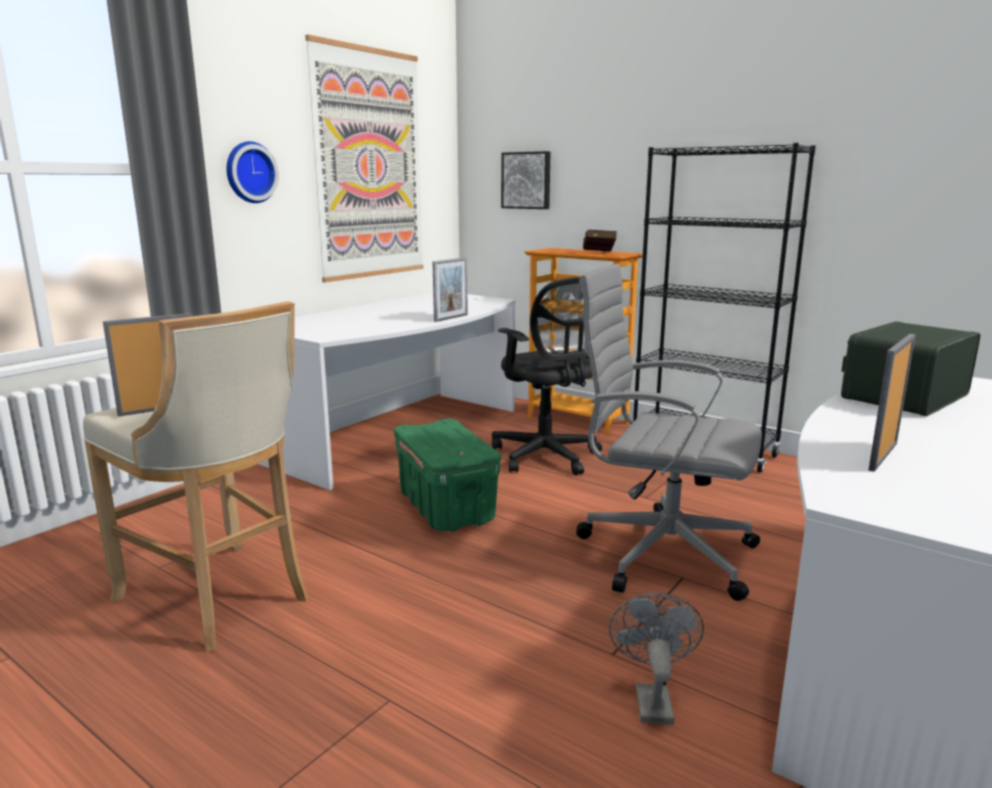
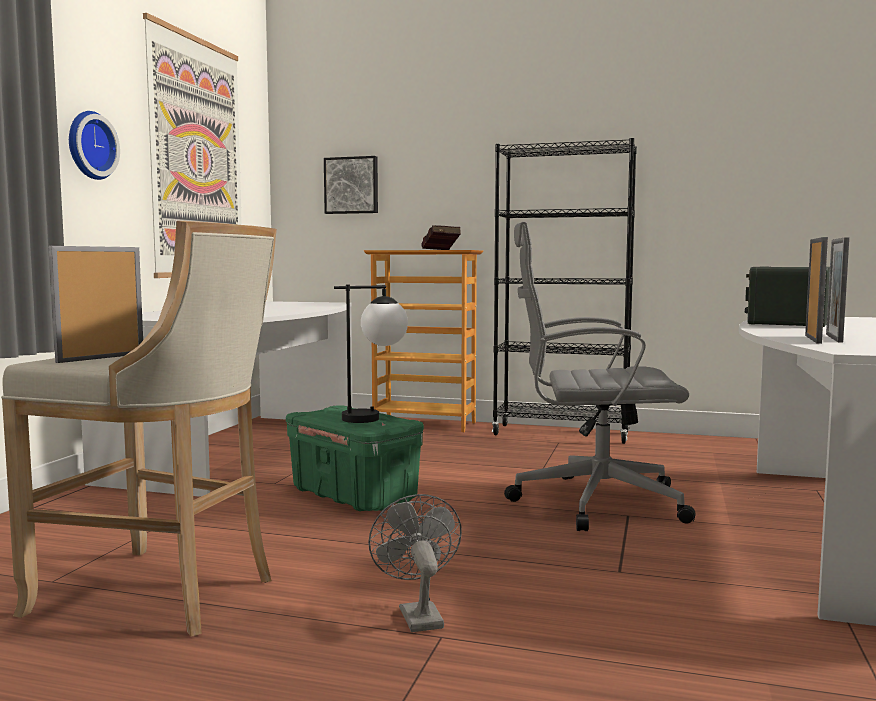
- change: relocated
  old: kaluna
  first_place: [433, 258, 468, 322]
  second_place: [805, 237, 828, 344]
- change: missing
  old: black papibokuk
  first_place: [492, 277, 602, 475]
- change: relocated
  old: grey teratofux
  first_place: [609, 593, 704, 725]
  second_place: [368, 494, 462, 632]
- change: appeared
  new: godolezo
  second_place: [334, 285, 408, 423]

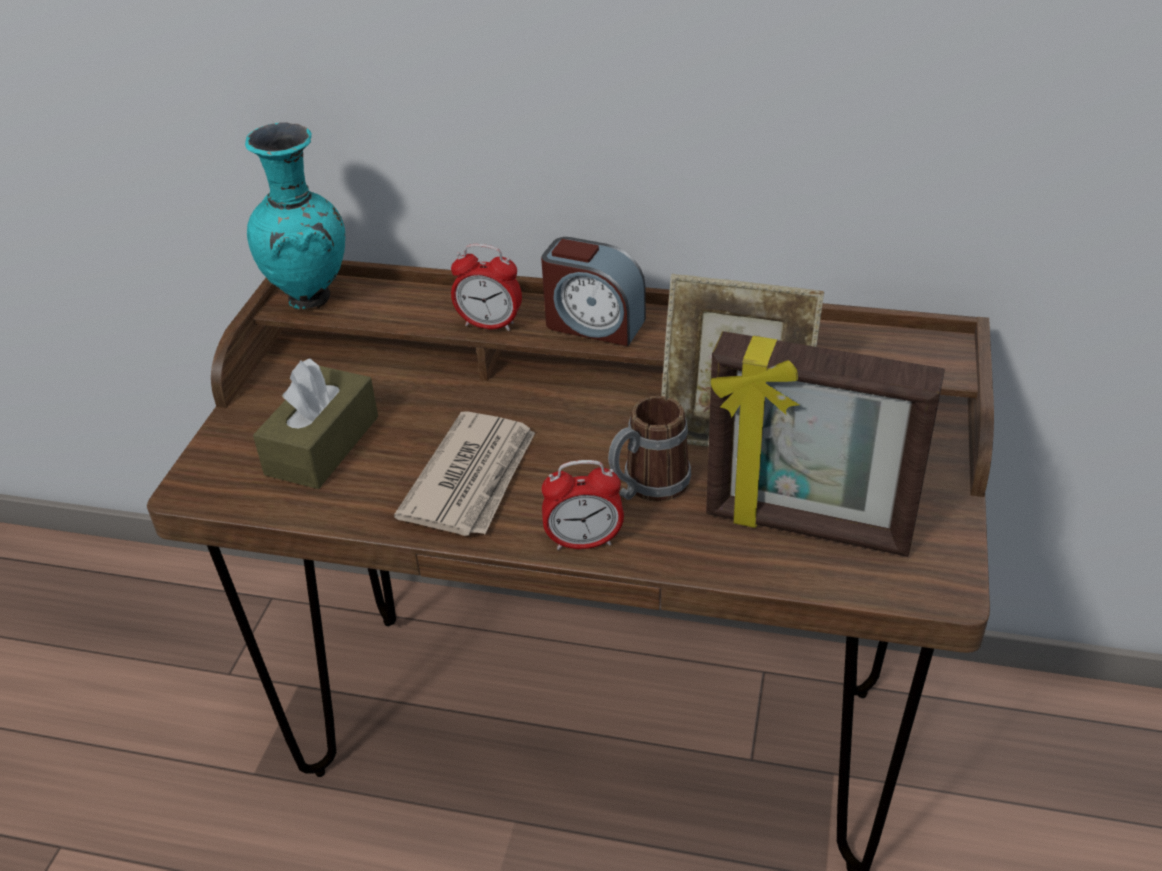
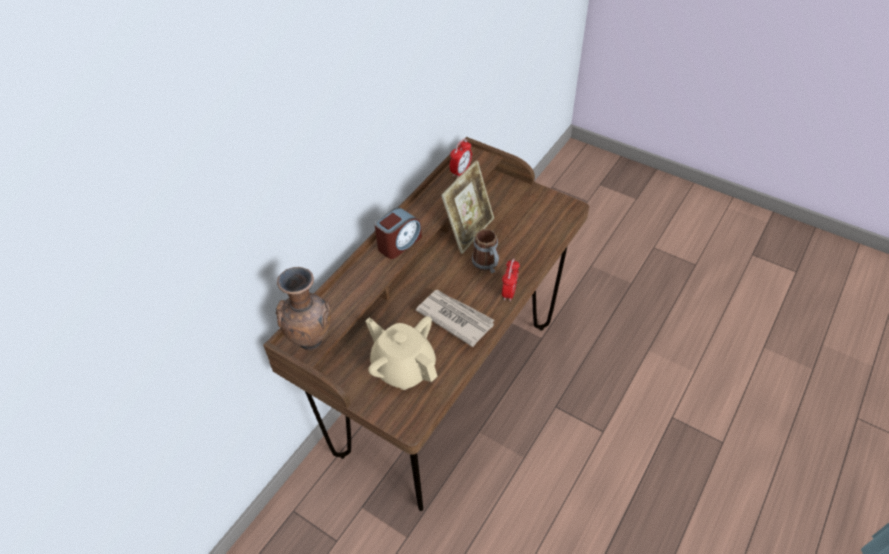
- change: colour
  old: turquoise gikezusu
  new: brown gikezusu
  first_place: [245, 122, 345, 309]
  second_place: [276, 267, 331, 351]
- change: exchanged
  old: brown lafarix
  new: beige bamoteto
  first_place: [253, 359, 378, 489]
  second_place: [365, 316, 438, 390]
- change: relocated
  old: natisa
  first_place: [451, 244, 522, 331]
  second_place: [450, 139, 472, 178]
- change: missing
  old: kaluna
  first_place: [706, 331, 945, 557]

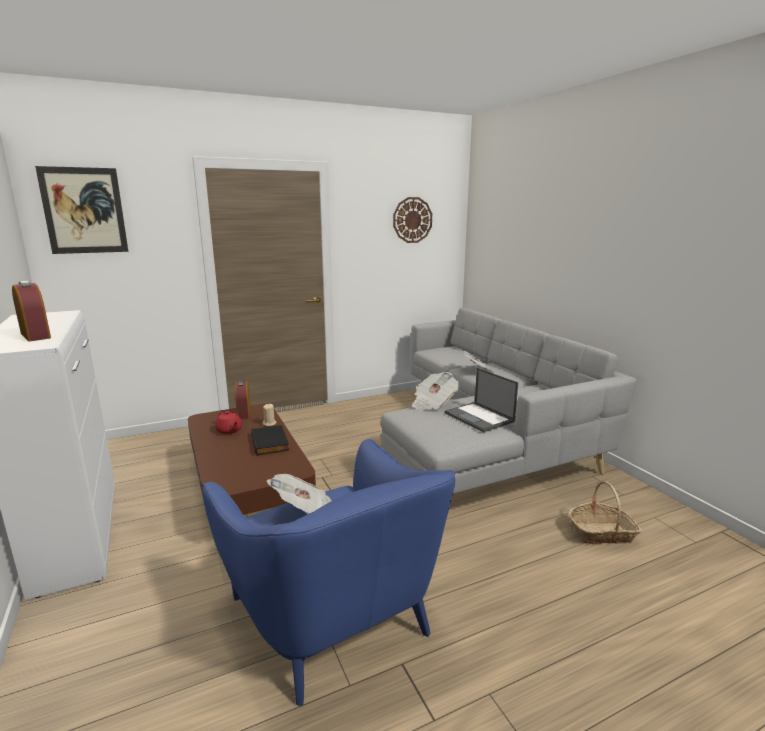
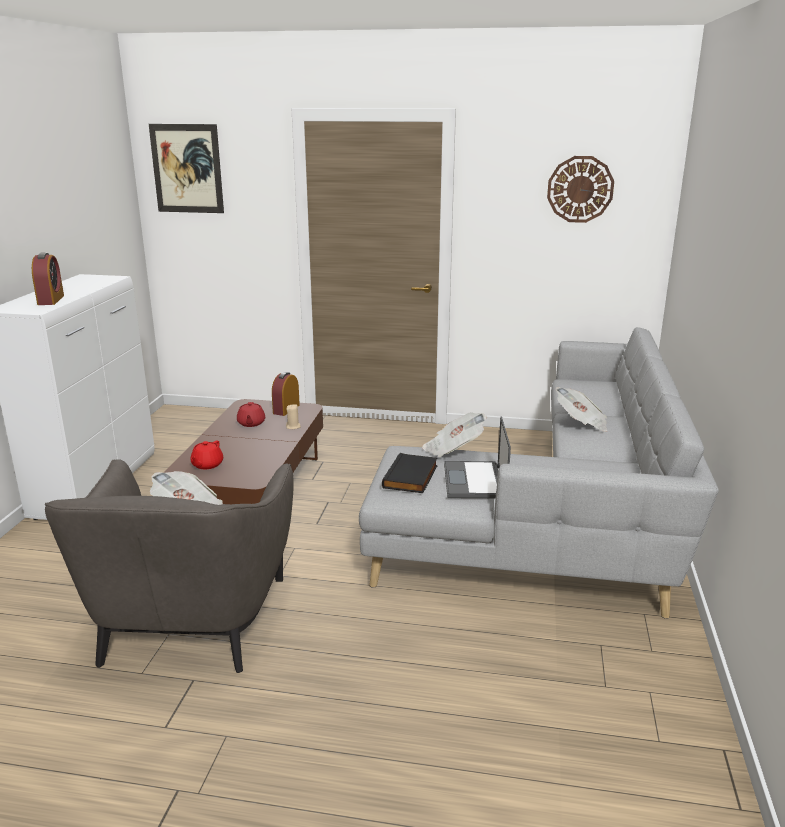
- change: colour
  old: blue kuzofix
  new: grey kuzofix
  first_place: [202, 439, 455, 706]
  second_place: [45, 459, 294, 673]
- change: relocated
  old: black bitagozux
  first_place: [251, 425, 289, 456]
  second_place: [382, 453, 438, 493]
- change: missing
  old: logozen
  first_place: [568, 481, 642, 544]
- change: appeared
  new: red bamoteto
  second_place: [190, 440, 223, 469]

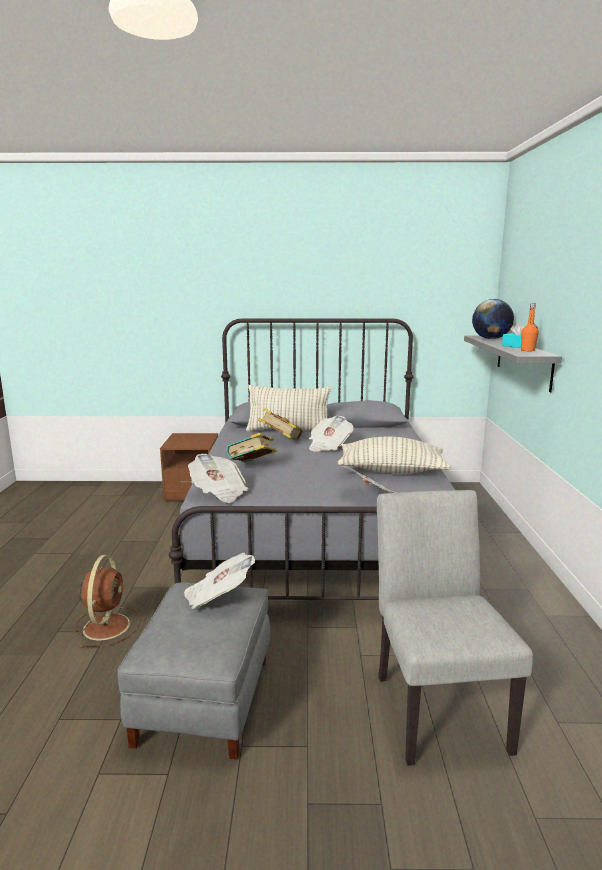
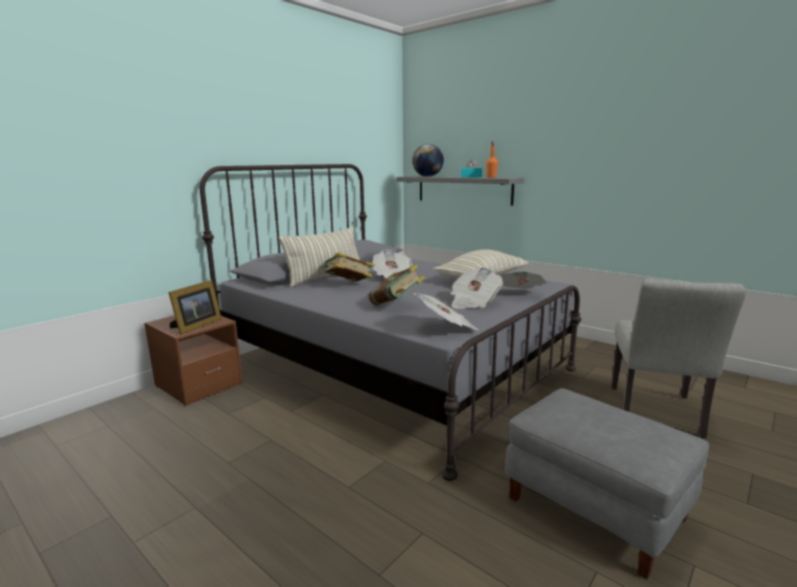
- change: missing
  old: brown teratofux
  first_place: [74, 555, 140, 648]
- change: relocated
  old: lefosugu
  first_place: [184, 553, 255, 609]
  second_place: [451, 267, 504, 309]
- change: spun
  old: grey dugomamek
  first_place: [377, 490, 533, 766]
  second_place: [611, 278, 746, 438]
  degrees: -105
- change: appeared
  new: kaluna
  second_place: [168, 280, 222, 335]

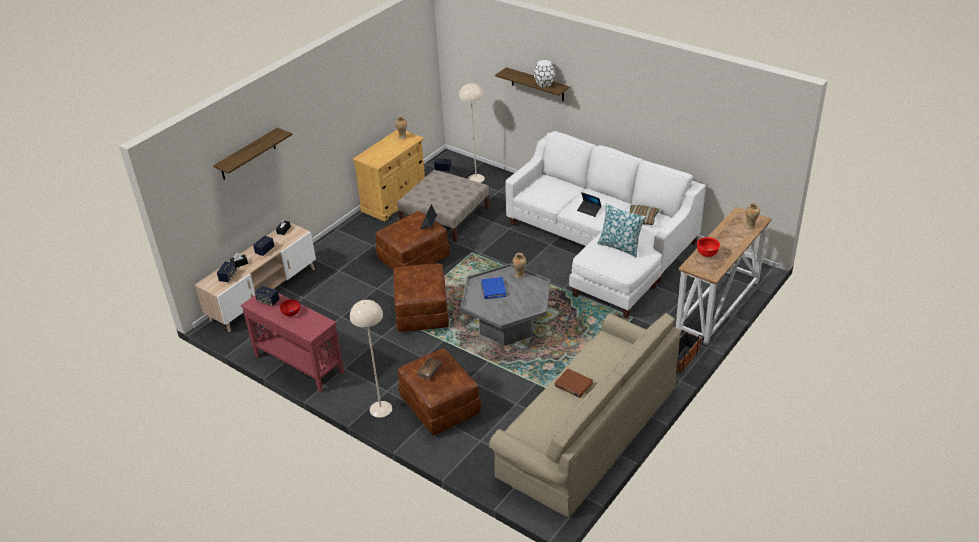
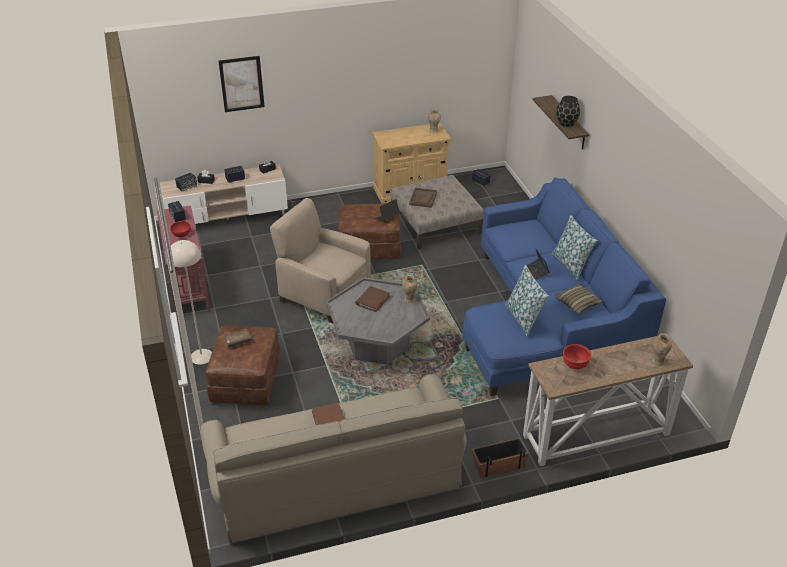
- change: exchanged
  old: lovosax
  new: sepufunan
  first_place: [213, 128, 292, 180]
  second_place: [218, 56, 265, 112]
- change: exchanged
  old: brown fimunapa
  new: beige kuzofix
  first_place: [394, 263, 449, 332]
  second_place: [270, 198, 371, 323]
- change: missing
  old: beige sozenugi
  first_place: [459, 83, 485, 183]
- change: colour
  old: blue bitagozux
  new: brown bitagozux
  first_place: [481, 277, 506, 299]
  second_place: [355, 286, 390, 312]
- change: colour
  old: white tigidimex
  new: blue tigidimex
  first_place: [505, 131, 706, 318]
  second_place: [462, 177, 666, 396]
- change: colour
  old: white gikezusu
  new: black gikezusu
  first_place: [534, 60, 555, 88]
  second_place: [556, 96, 580, 127]
- change: appeared
  new: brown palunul
  second_place: [409, 187, 437, 208]
- change: appeared
  new: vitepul
  second_place: [551, 215, 598, 280]

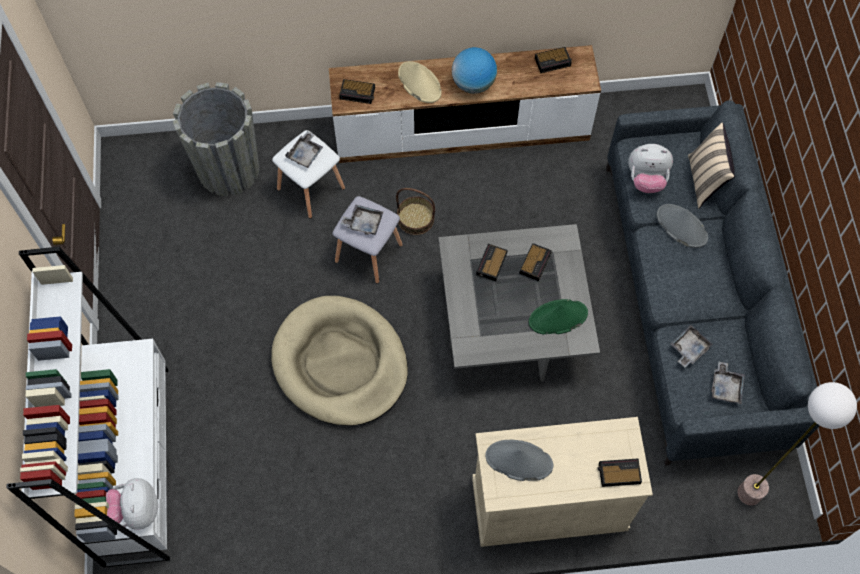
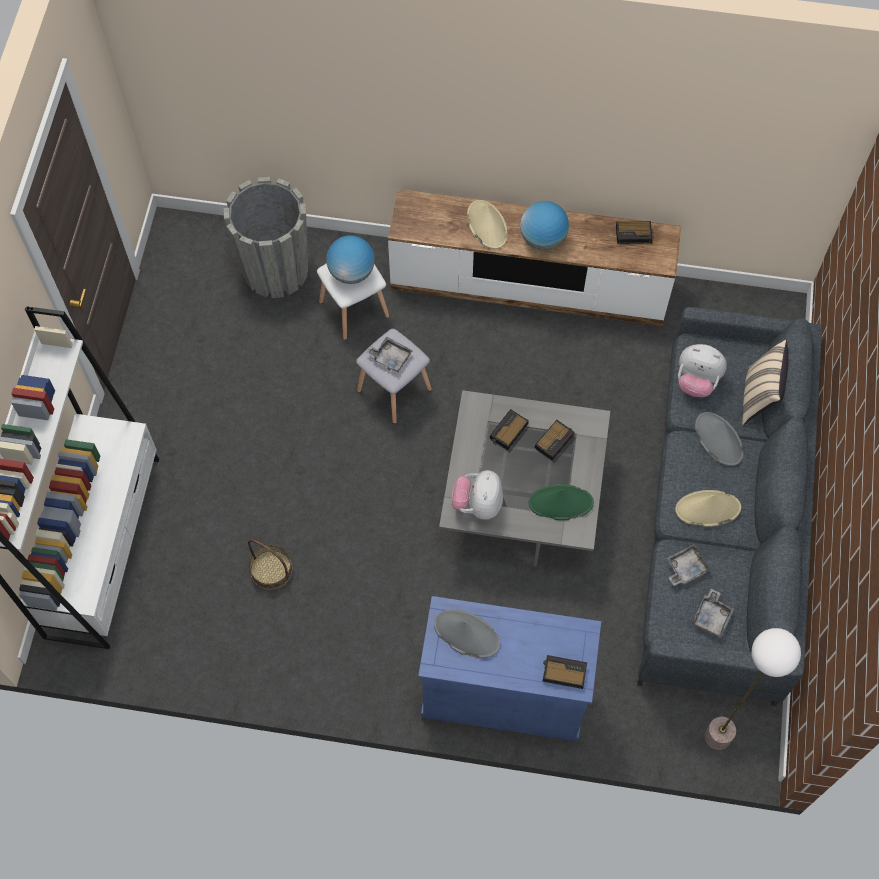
- change: relocated
  old: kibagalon
  first_place: [106, 478, 158, 530]
  second_place: [452, 470, 503, 520]
- change: missing
  old: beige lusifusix
  first_place: [271, 296, 408, 426]
- change: exchanged
  old: grey palunul
  new: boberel
  first_place: [286, 131, 323, 168]
  second_place: [326, 235, 375, 284]
- change: missing
  old: natisa
  first_place: [339, 79, 375, 104]
- change: relocated
  old: logozen
  first_place: [396, 188, 435, 235]
  second_place: [248, 539, 293, 590]
- change: colour
  old: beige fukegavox
  new: blue fukegavox
  first_place: [472, 417, 653, 547]
  second_place: [418, 596, 601, 741]
- change: appeared
  new: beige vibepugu
  second_place: [675, 490, 741, 527]

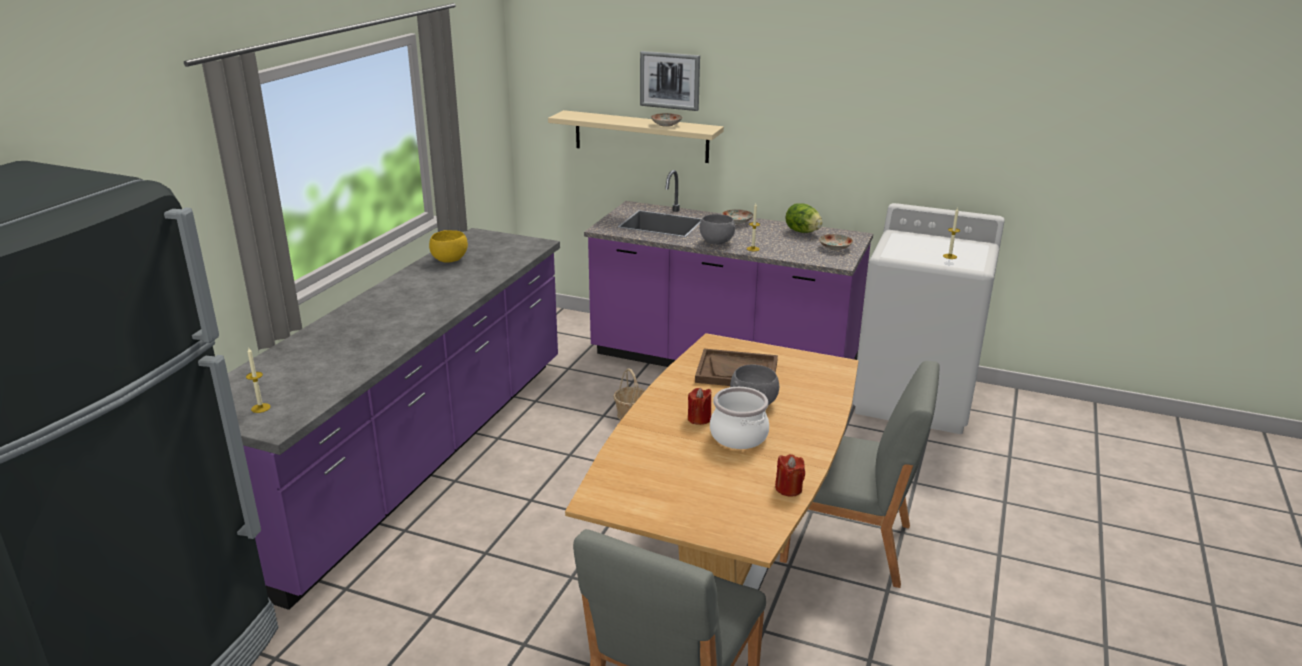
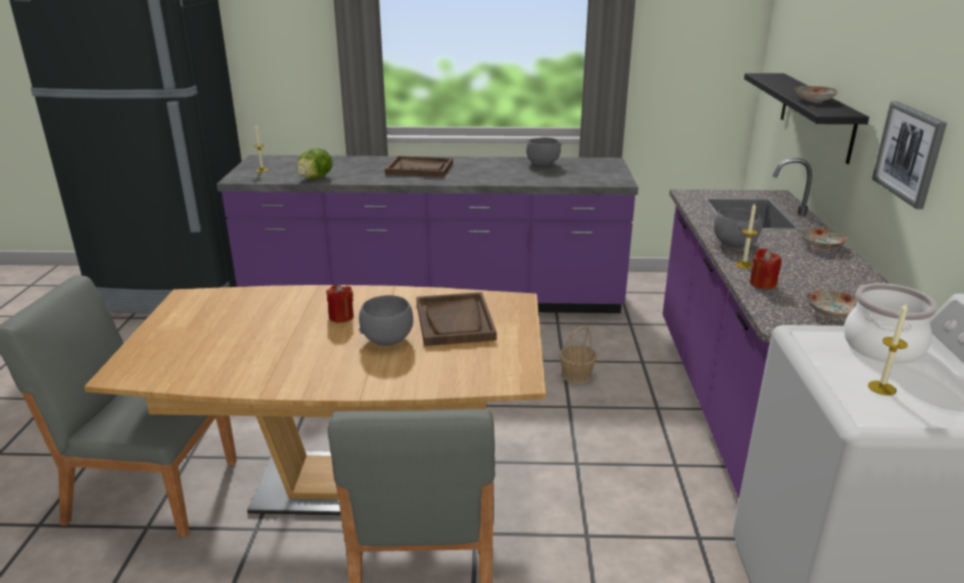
- change: colour
  old: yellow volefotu
  new: grey volefotu
  first_place: [429, 230, 468, 263]
  second_place: [526, 137, 562, 165]
- change: colour
  old: beige lovosax
  new: black lovosax
  first_place: [548, 110, 724, 163]
  second_place: [744, 73, 869, 164]
- change: relocated
  old: sepufunan
  first_place: [640, 51, 700, 111]
  second_place: [872, 101, 947, 209]
- change: relocated
  old: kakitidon
  first_place: [710, 387, 769, 449]
  second_place: [843, 283, 937, 364]
- change: relocated
  old: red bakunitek
  first_place: [775, 454, 805, 497]
  second_place: [750, 248, 782, 289]
- change: relocated
  old: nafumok
  first_place: [786, 204, 823, 233]
  second_place: [296, 148, 333, 179]
- change: appeared
  new: brown palunul
  second_place: [385, 156, 453, 177]

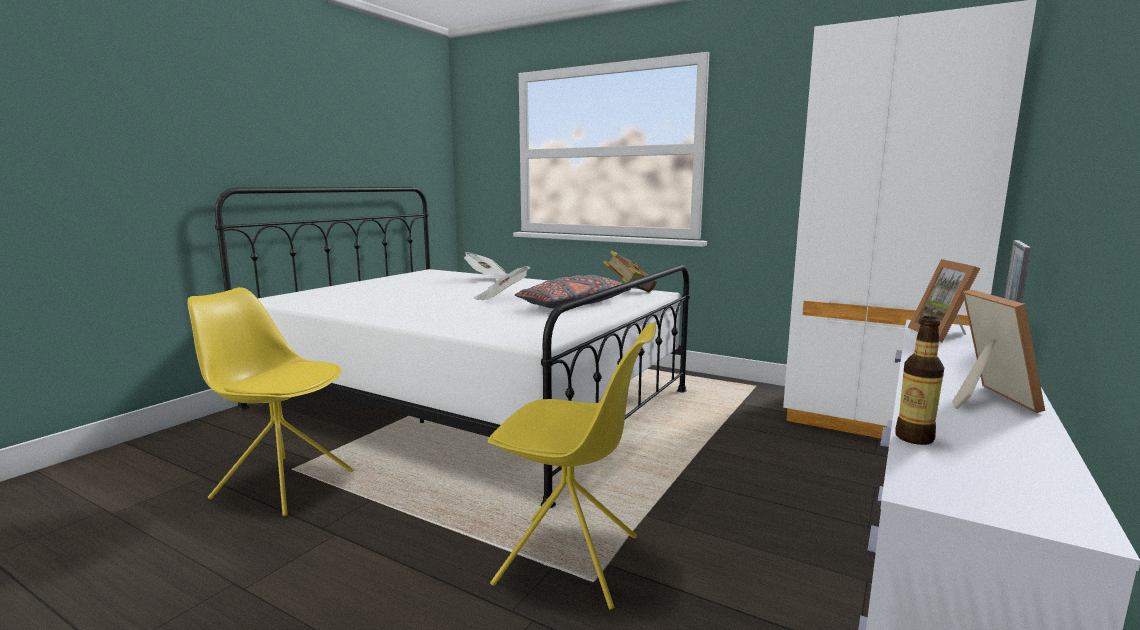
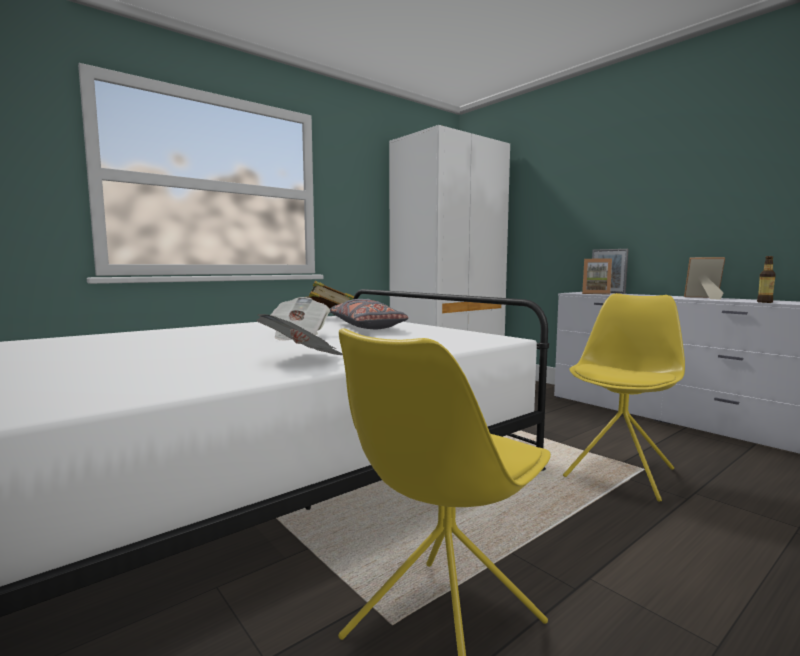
- change: relocated
  old: lefosugu
  first_place: [464, 252, 507, 280]
  second_place: [256, 314, 343, 355]

